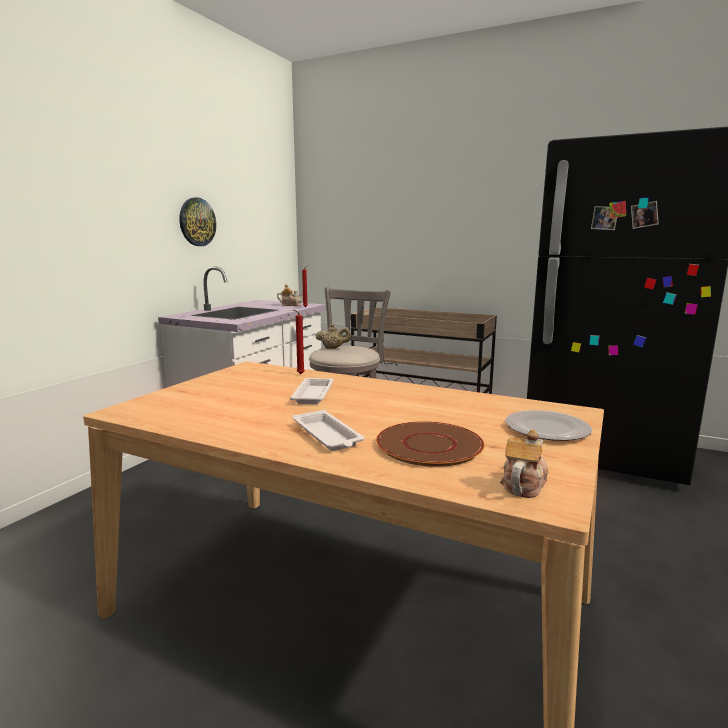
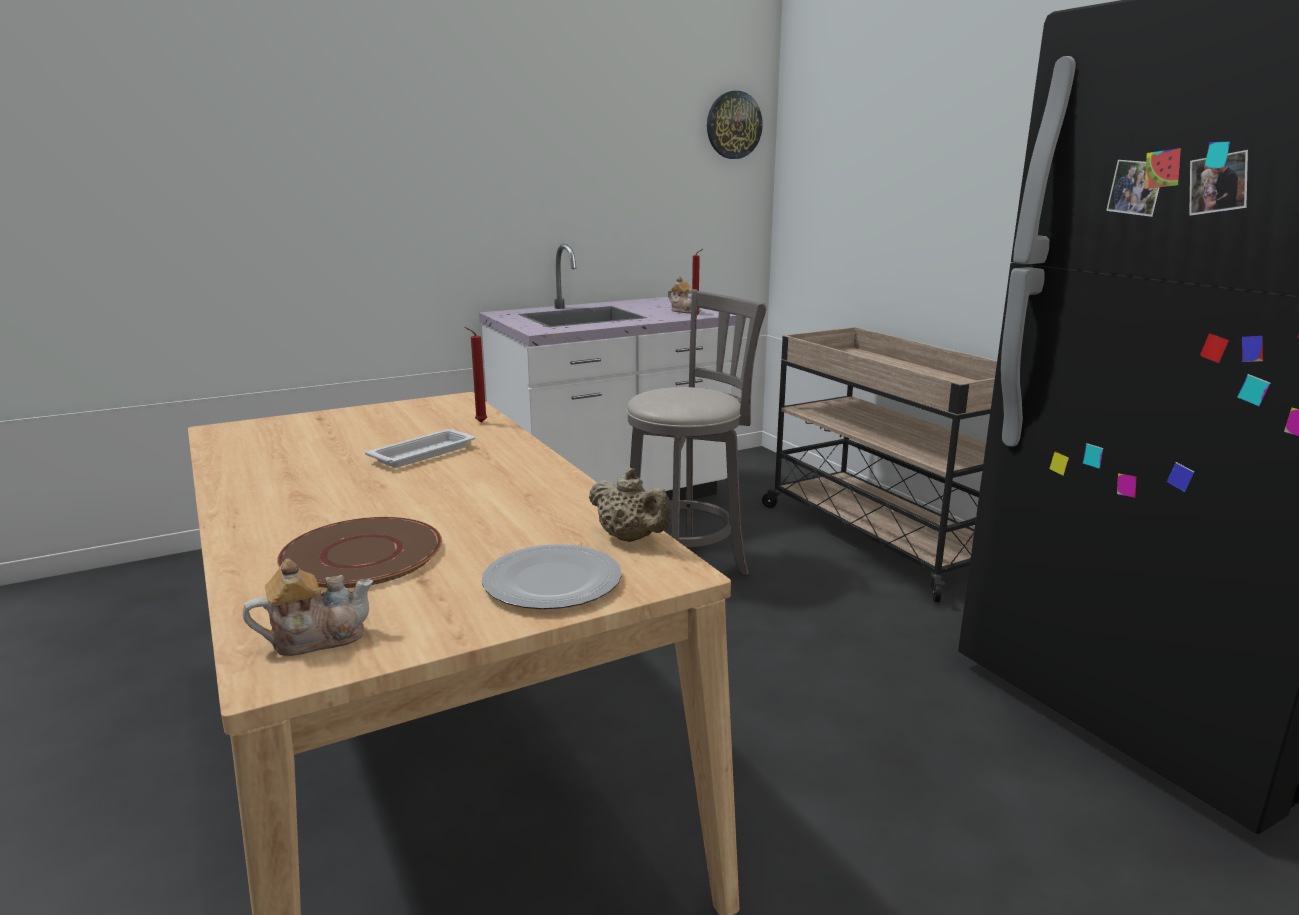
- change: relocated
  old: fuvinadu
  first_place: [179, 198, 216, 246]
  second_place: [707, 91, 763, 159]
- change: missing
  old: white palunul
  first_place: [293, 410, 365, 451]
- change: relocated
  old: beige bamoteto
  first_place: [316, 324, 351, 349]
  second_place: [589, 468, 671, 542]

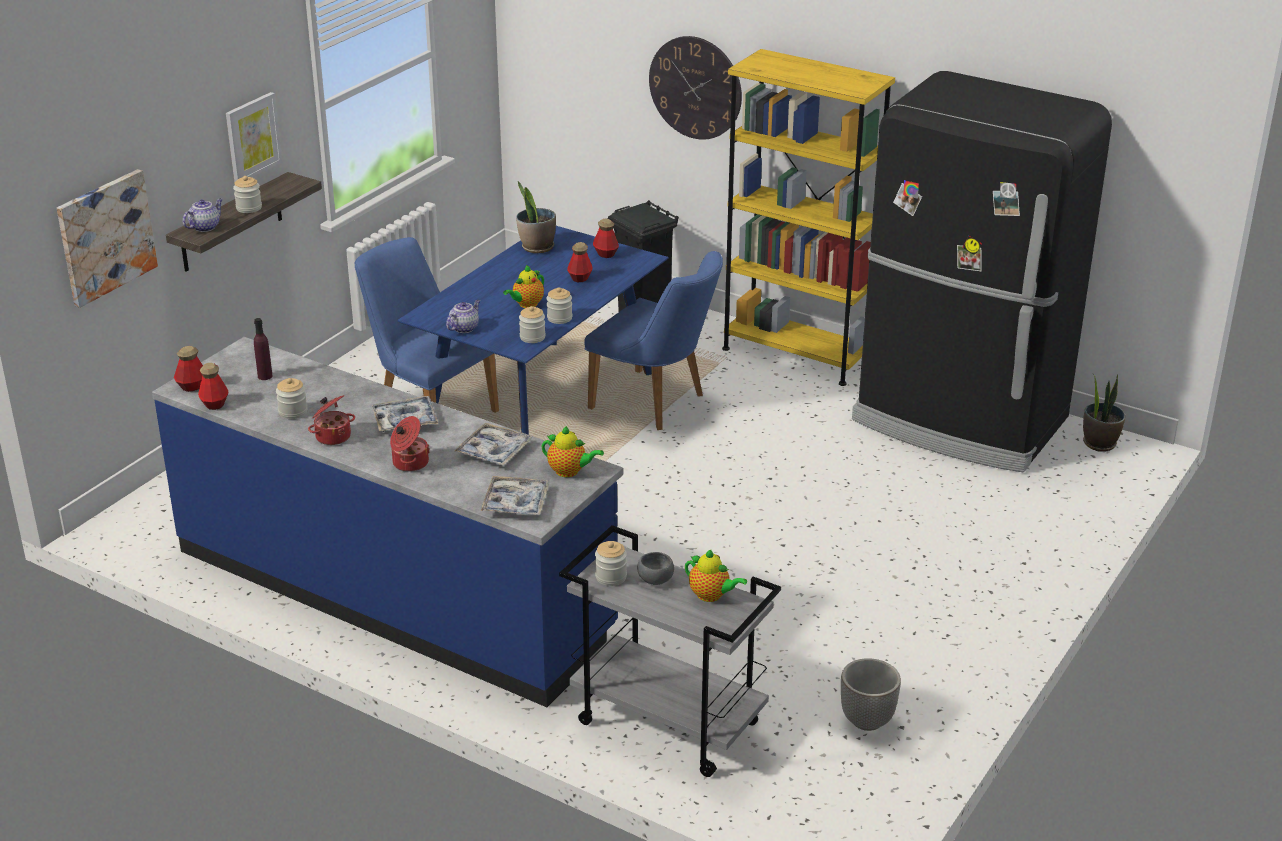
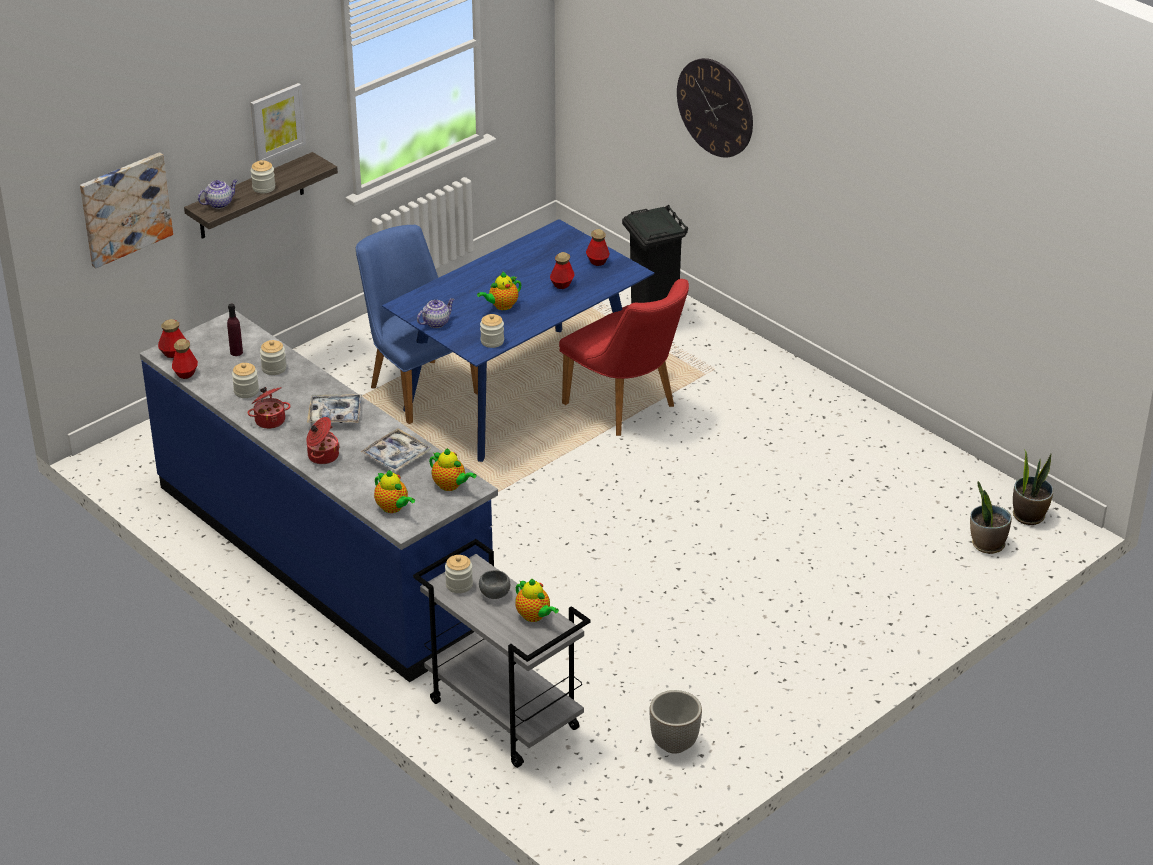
- change: exchanged
  old: palunul
  new: bamoteto
  first_place: [481, 476, 549, 516]
  second_place: [374, 470, 415, 513]
- change: relocated
  old: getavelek
  first_place: [516, 181, 556, 253]
  second_place: [970, 481, 1012, 554]
- change: relocated
  old: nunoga
  first_place: [547, 287, 572, 324]
  second_place: [260, 340, 286, 375]
- change: colour
  old: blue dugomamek
  new: red dugomamek
  first_place: [584, 251, 723, 430]
  second_place: [559, 279, 689, 436]
- change: missing
  old: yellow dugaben
  first_place: [722, 49, 895, 386]
- change: missing
  old: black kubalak
  first_place: [852, 71, 1112, 472]

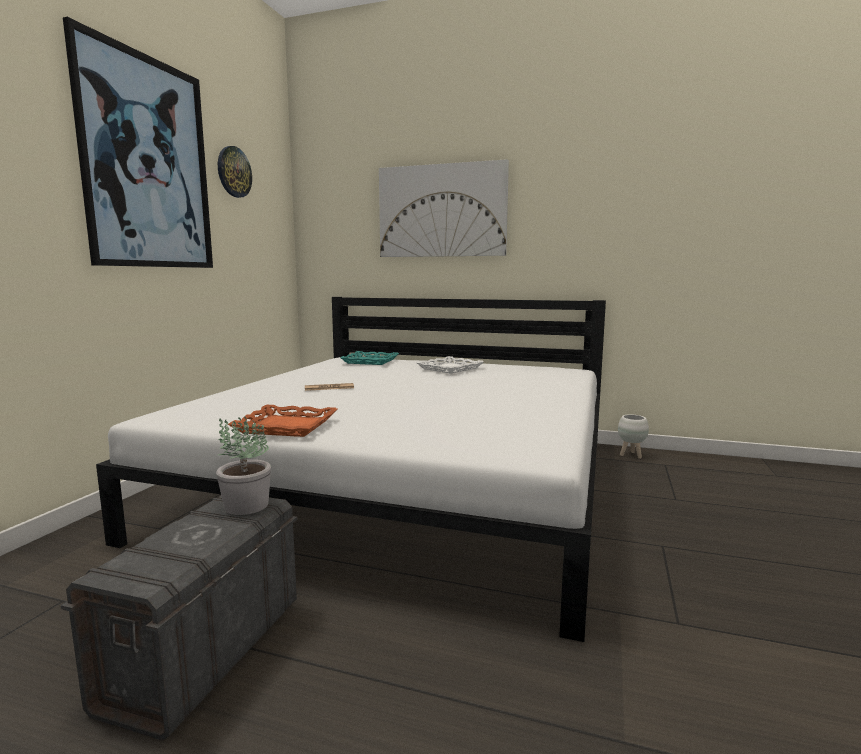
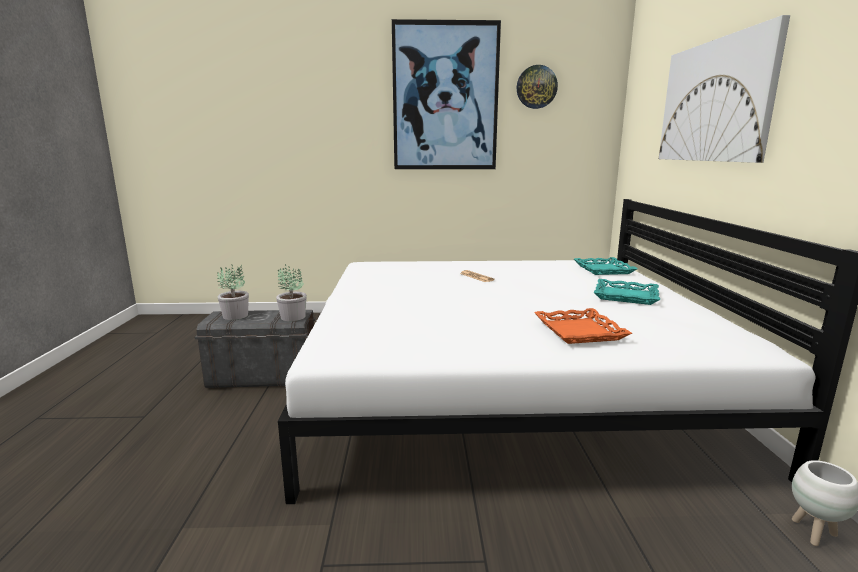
- change: relocated
  old: orange palunul
  first_place: [228, 405, 337, 437]
  second_place: [534, 308, 632, 344]
- change: colour
  old: white palunul
  new: turquoise palunul
  first_place: [416, 356, 484, 374]
  second_place: [594, 279, 660, 305]
- change: appeared
  new: getavelek
  second_place: [217, 265, 249, 320]

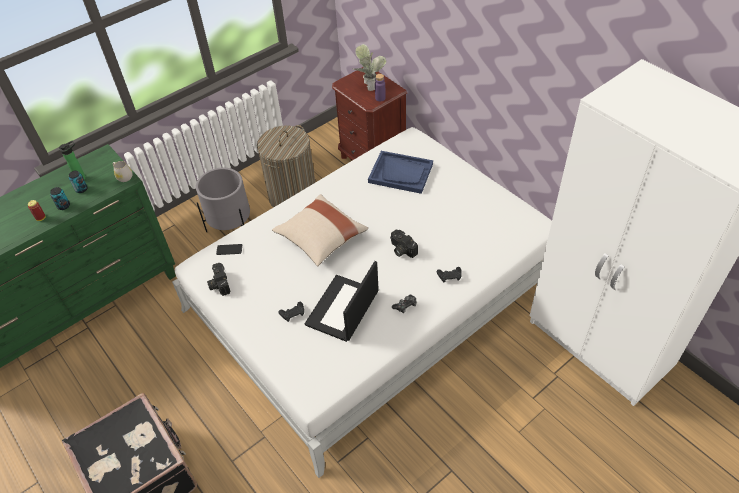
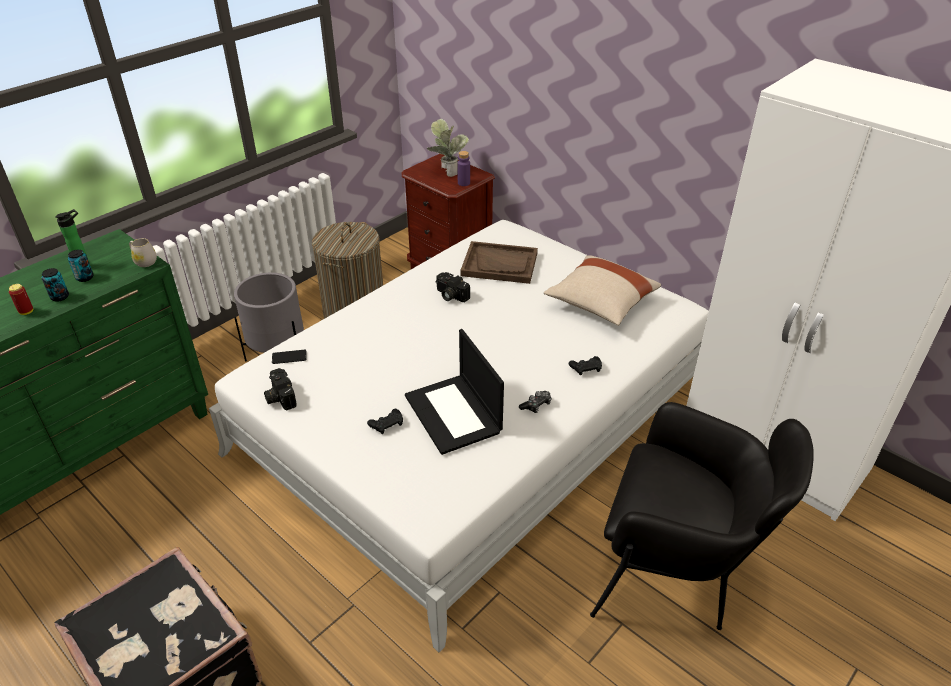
- change: relocated
  old: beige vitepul
  first_place: [272, 194, 368, 266]
  second_place: [544, 255, 661, 326]
- change: spun
  old: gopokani
  first_place: [305, 261, 379, 342]
  second_place: [405, 329, 504, 455]
  degrees: -45
- change: colour
  old: blue palunul
  new: brown palunul
  first_place: [368, 151, 433, 194]
  second_place: [460, 241, 538, 284]
- change: relocated
  old: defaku
  first_place: [390, 230, 418, 258]
  second_place: [436, 272, 470, 302]
- change: appeared
  new: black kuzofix
  second_place: [590, 402, 814, 630]

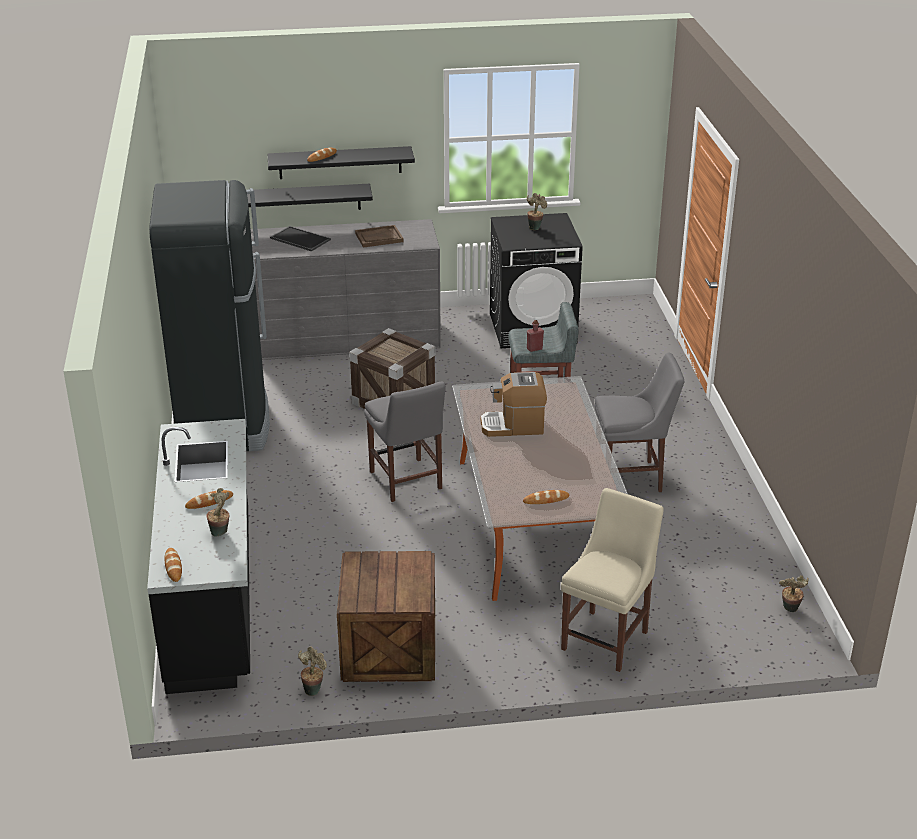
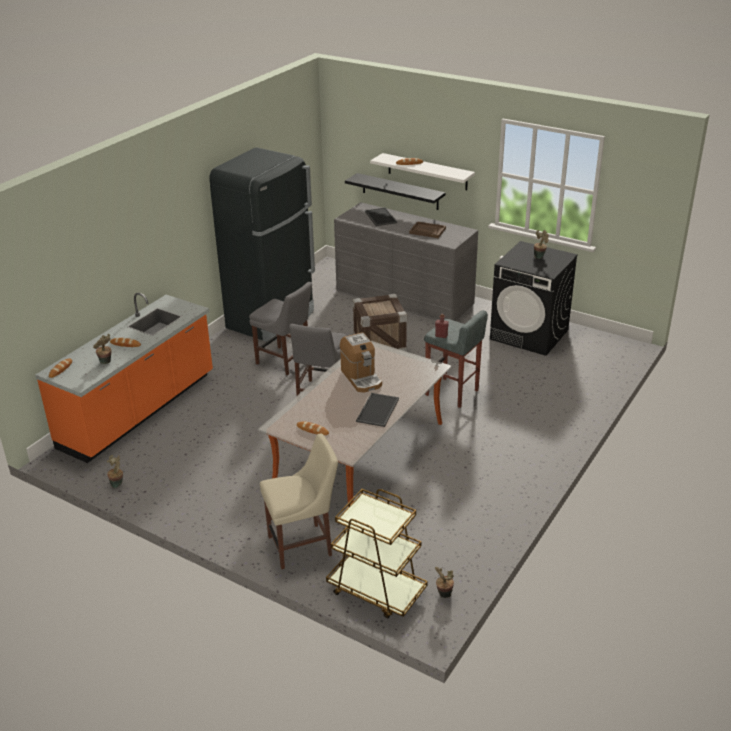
- change: colour
  old: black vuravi
  new: orange vuravi
  first_place: [147, 419, 250, 694]
  second_place: [35, 293, 213, 463]
- change: colour
  old: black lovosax
  new: white lovosax
  first_place: [268, 146, 415, 179]
  second_place: [370, 153, 475, 190]
- change: missing
  old: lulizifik
  first_place: [337, 551, 435, 682]
- change: spun
  old: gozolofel
  first_place: [481, 372, 547, 437]
  second_place: [340, 333, 382, 393]
  degrees: -150
- change: relocated
  old: grey dugomamek
  first_place: [595, 353, 684, 492]
  second_place: [249, 282, 312, 376]
- change: appeared
  new: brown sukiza
  second_place: [326, 489, 428, 618]
- change: appeared
  new: palunul
  second_place: [356, 393, 399, 427]

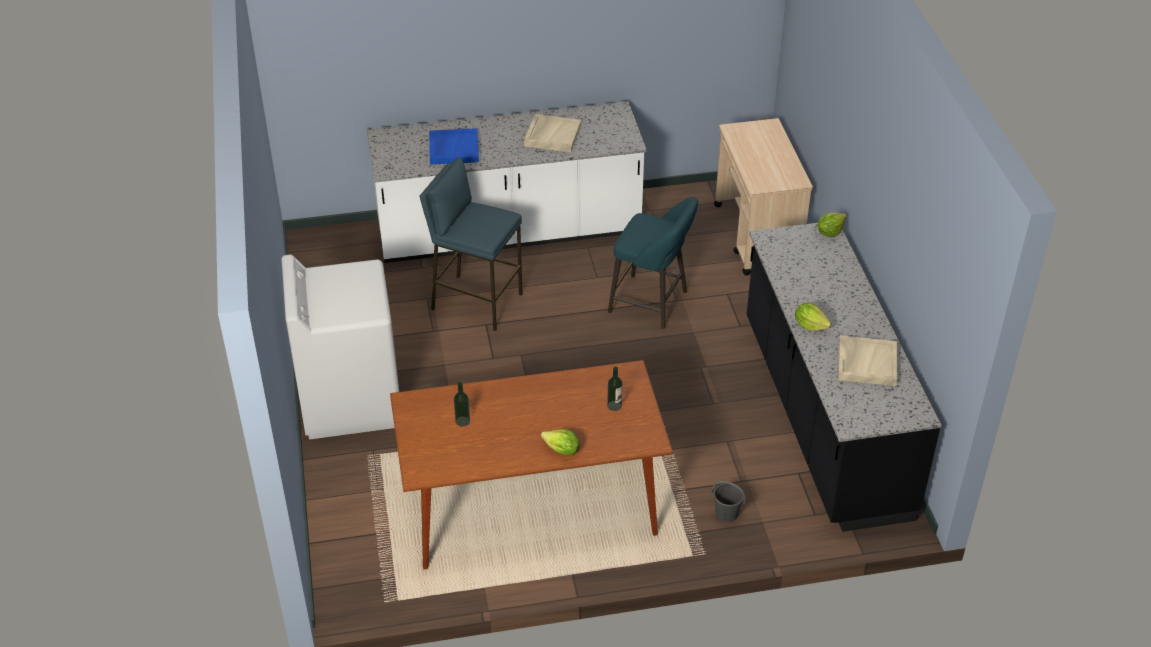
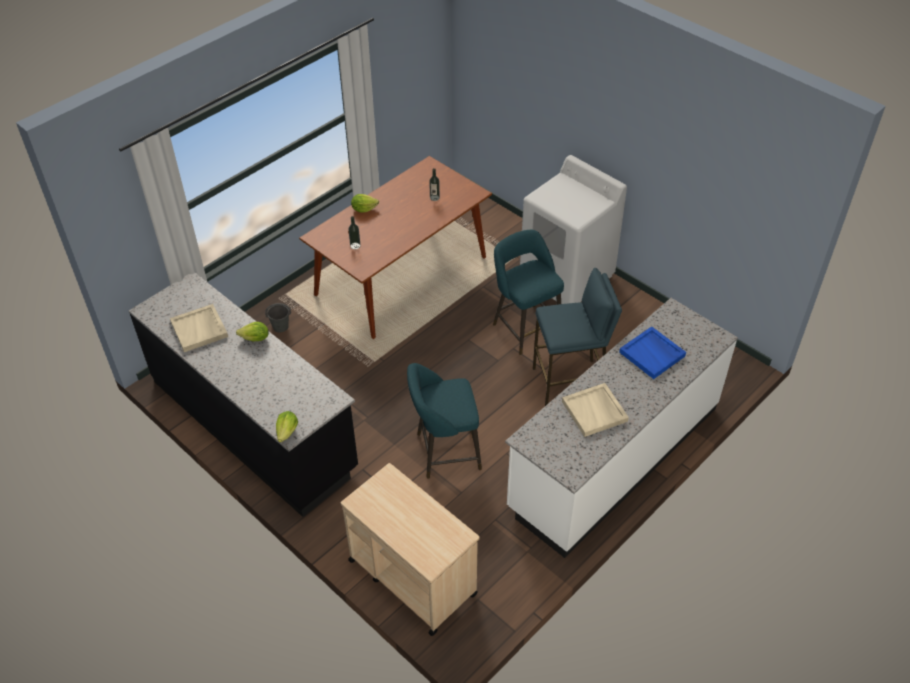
- change: appeared
  new: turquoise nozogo
  second_place: [493, 230, 564, 355]

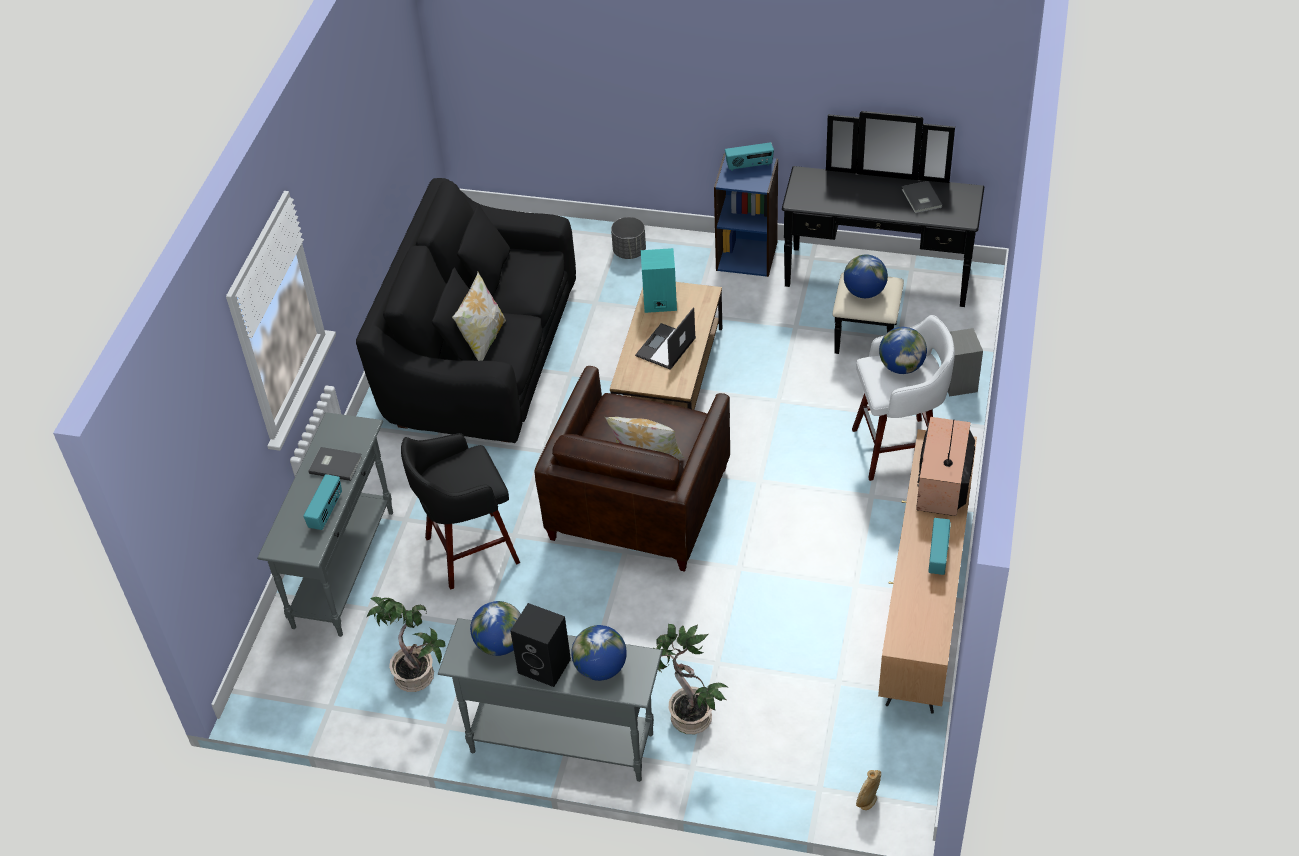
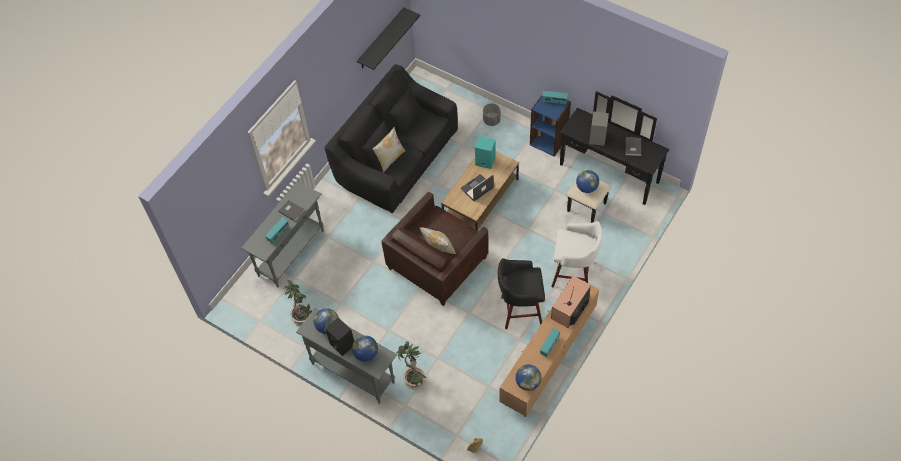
- change: relocated
  old: black nozogo
  first_place: [401, 433, 520, 590]
  second_place: [498, 258, 545, 329]
- change: relocated
  old: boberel
  first_place: [879, 327, 927, 374]
  second_place: [515, 365, 541, 391]
- change: relocated
  old: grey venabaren
  first_place: [941, 328, 983, 397]
  second_place: [589, 112, 609, 146]
- change: appeared
  new: black lovosax
  second_place: [357, 7, 420, 70]

